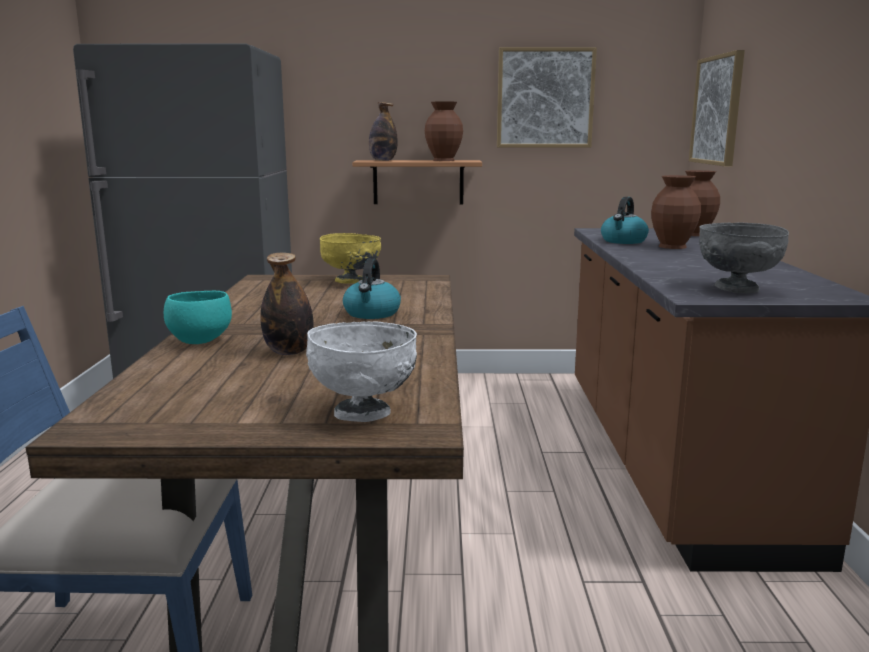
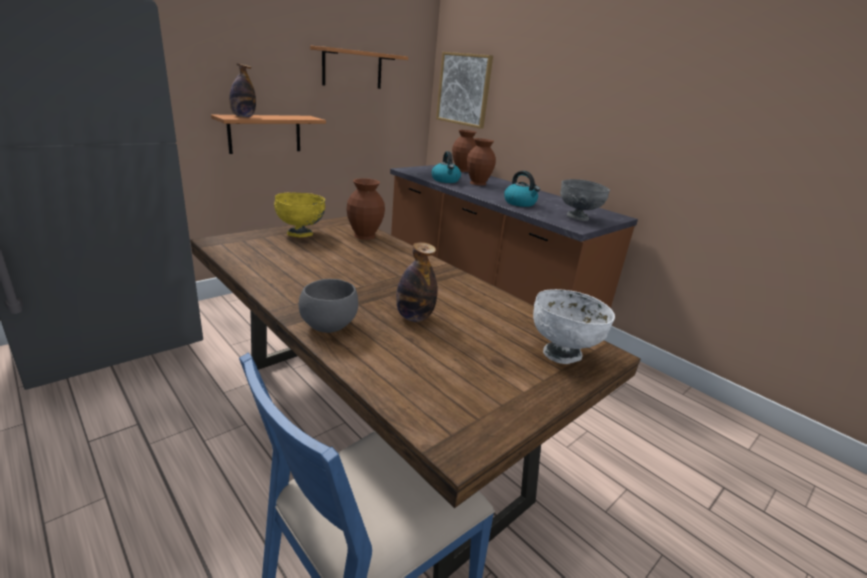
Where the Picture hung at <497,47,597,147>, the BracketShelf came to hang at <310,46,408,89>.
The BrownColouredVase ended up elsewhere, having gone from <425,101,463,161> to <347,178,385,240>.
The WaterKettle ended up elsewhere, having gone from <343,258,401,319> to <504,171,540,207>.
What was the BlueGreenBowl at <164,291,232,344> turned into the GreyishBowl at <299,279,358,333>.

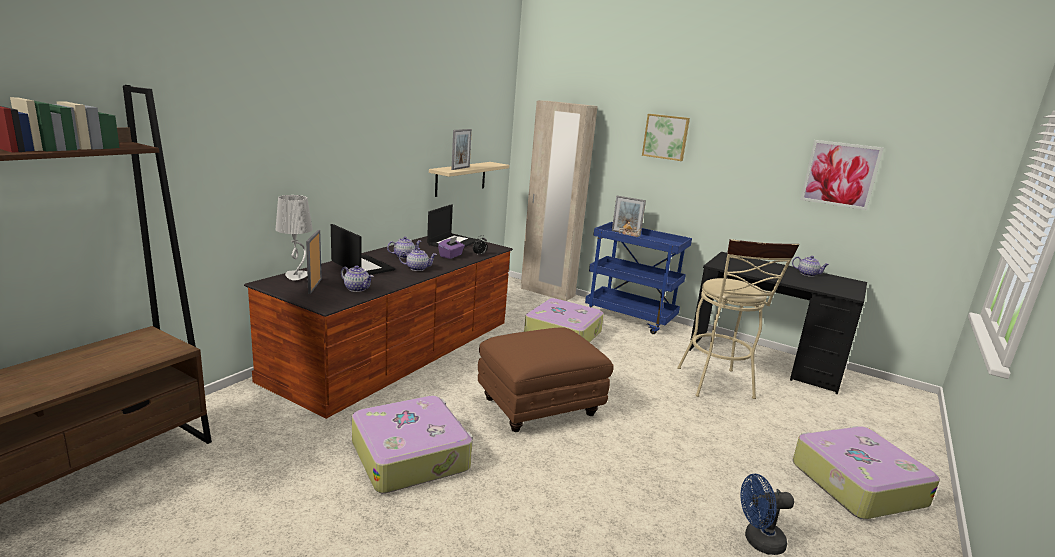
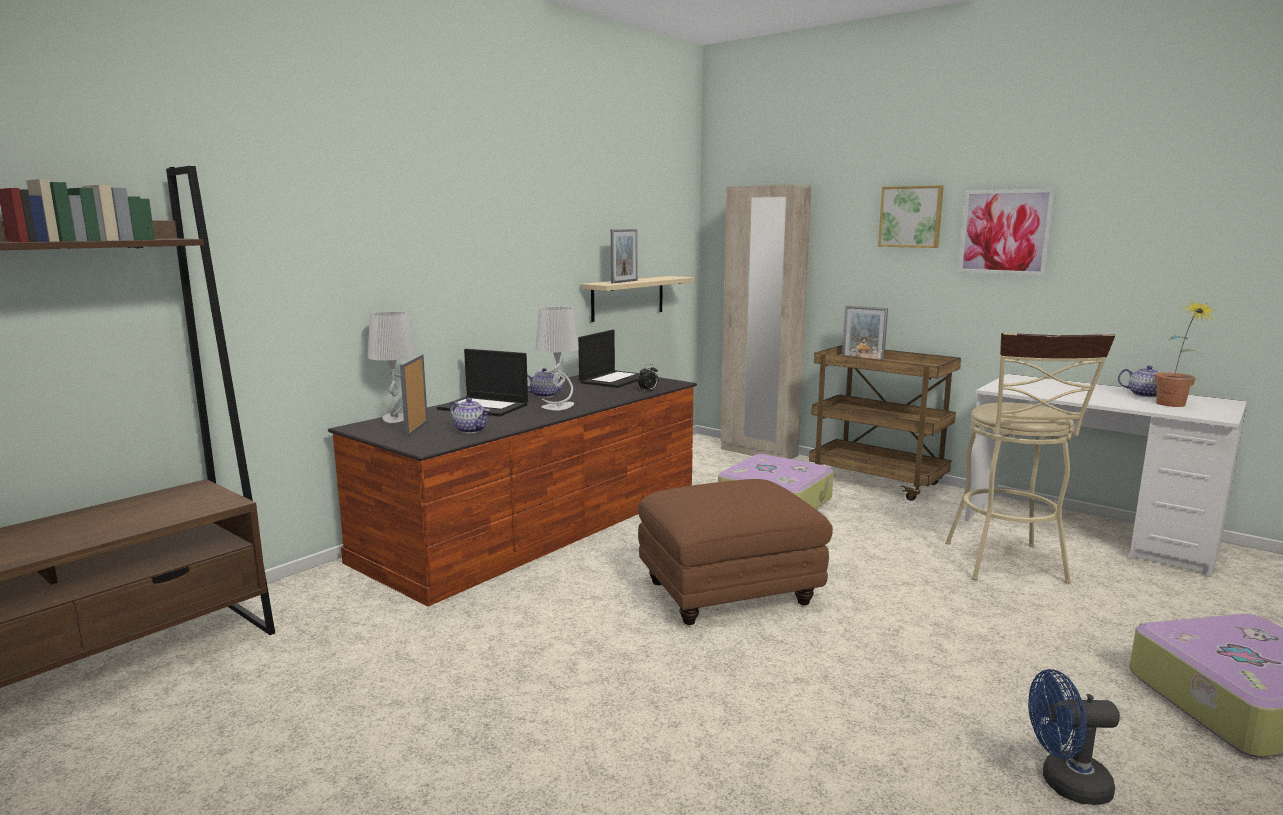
The Picture ended up elsewhere, having gone from <800,140,883,210> to <958,189,1055,276>.
What was the BlueColouredWheeledCart at <585,222,692,334> turned into the BrownColouredWheeledCart at <809,345,961,501>.
The NotebookComputer at <331,224,395,275> ended up facing another way, 150 degrees clockwise from before.
The second view lost the PurplishTissueHolder at <438,236,465,259>.
Where the Teapot stood at <399,248,437,271>, the GreyishLampForATable came to stand at <536,307,579,411>.
What was the BlackDeskTable at <689,252,867,394> turned into the WhiteDeskTable at <965,374,1247,577>.
The second view lost the Suitcase at <352,396,473,493>.
The second view gained the PlantInAPot at <1155,300,1217,407>.

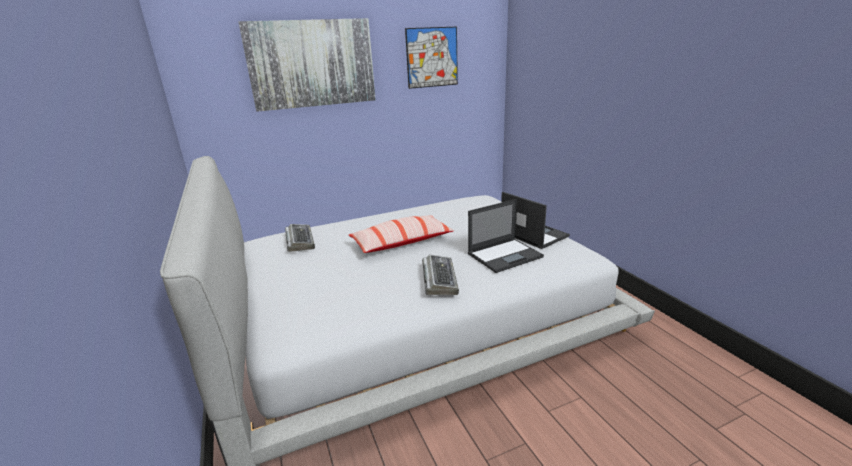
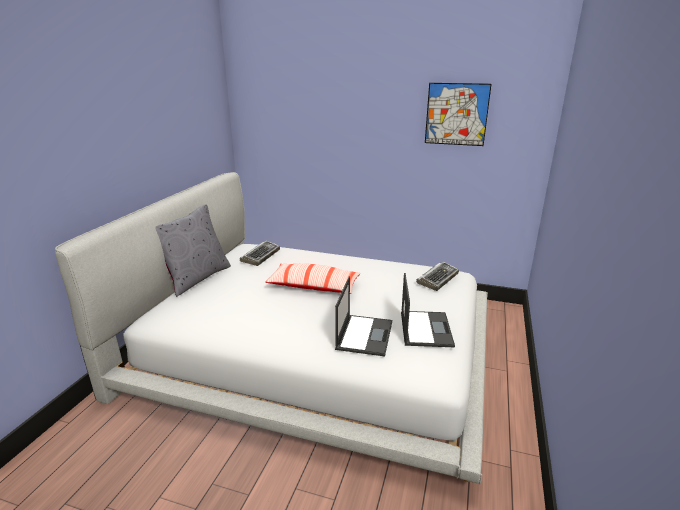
The second view lost the Picture at <238,18,376,112>.
The NotebookComputer at <468,199,544,273> ended up facing another way, 90 degrees counterclockwise from before.
The PcKeyboard ended up elsewhere, having gone from <422,254,459,295> to <416,262,459,291>.
The second view gained the GreyishCushion at <155,204,231,297>.

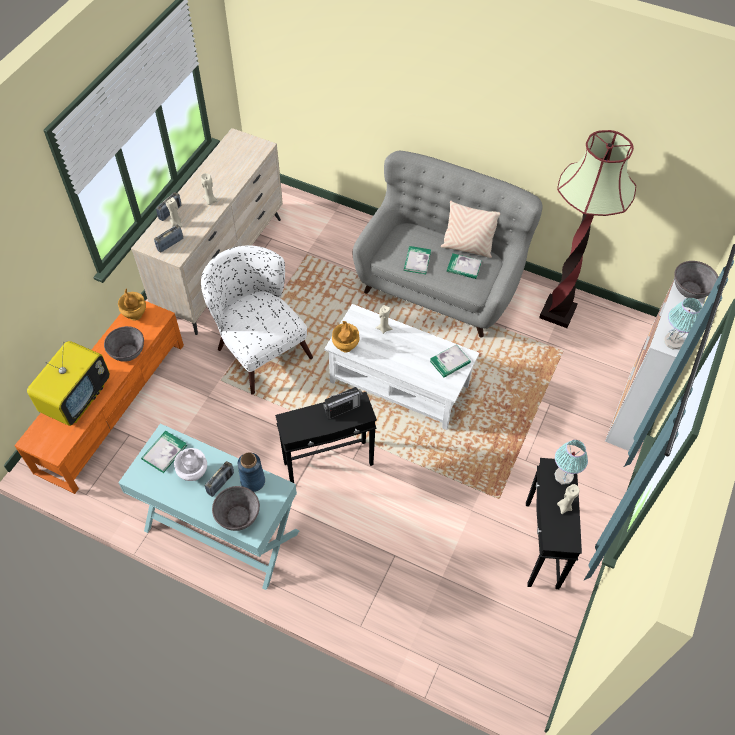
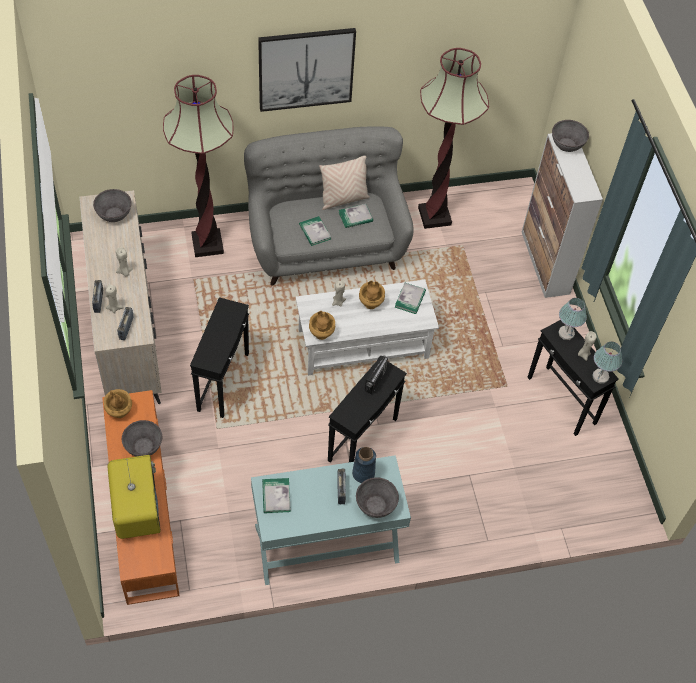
Where the WhiteLoungeChair stood at <201,245,313,395>, the BlackSideTable came to stand at <190,297,249,418>.
The LampForATable ended up elsewhere, having gone from <664,297,702,349> to <593,342,622,384>.
The second view lost the WhiteVase at <174,448,207,481>.
The second view gained the Picture at <258,28,356,112>.
The second view gained the StandardLamp at <163,75,233,257>.
The second view gained the GreyishBowl at <93,189,132,222>.
The second view gained the BrownColouredVase at <359,280,385,309>.

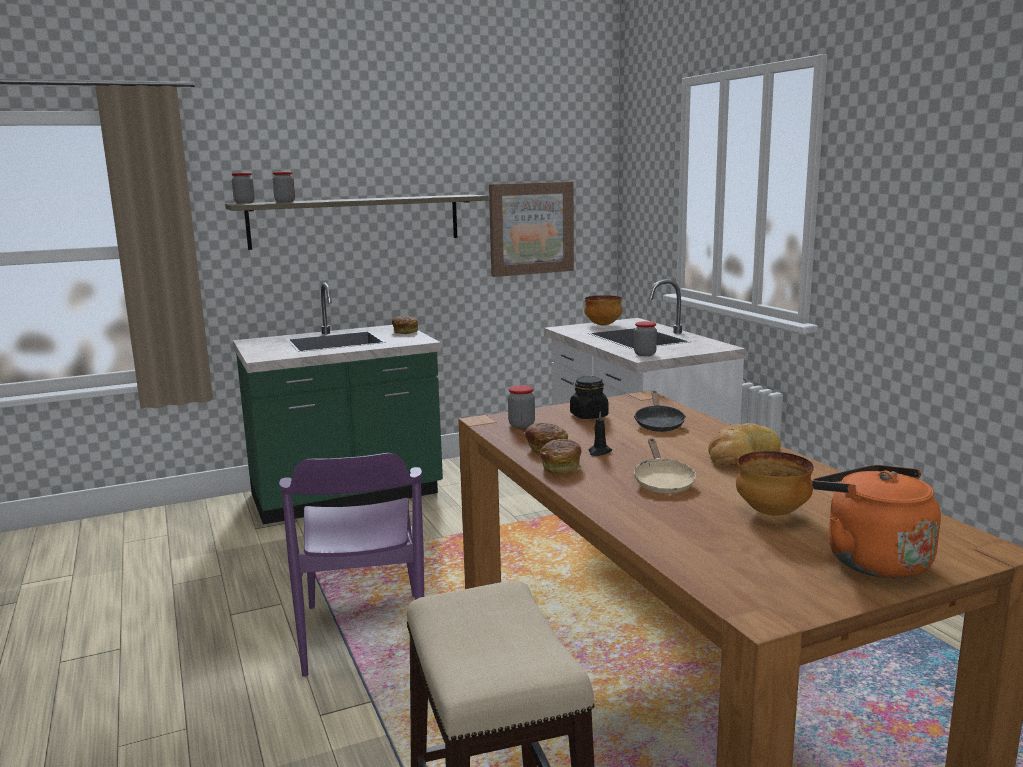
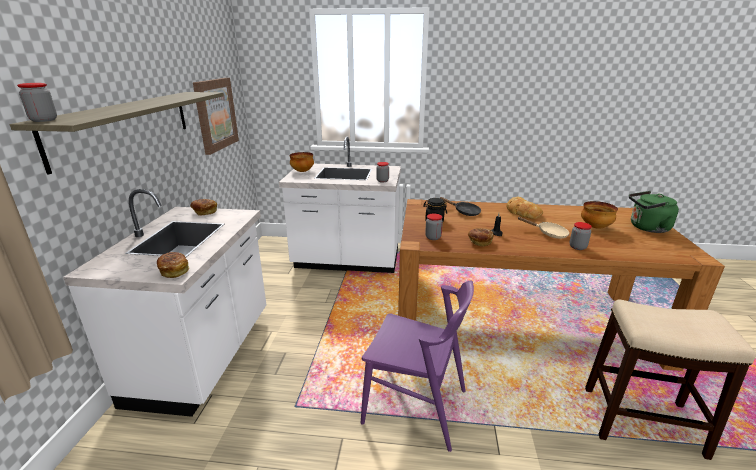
The PreserveJar ended up elsewhere, having gone from <273,172,295,202> to <570,222,592,250>.
What was the GreenColouredKitchenBaseUnit at <233,283,443,525> turned into the WhiteKitchenBaseUnit at <63,189,266,417>.
The BakeryBread ended up elsewhere, having gone from <540,439,582,473> to <157,252,190,278>.
What was the OrangeyWaterKettle at <812,465,941,579> turned into the GreenColouredWaterKettle at <629,191,679,233>.

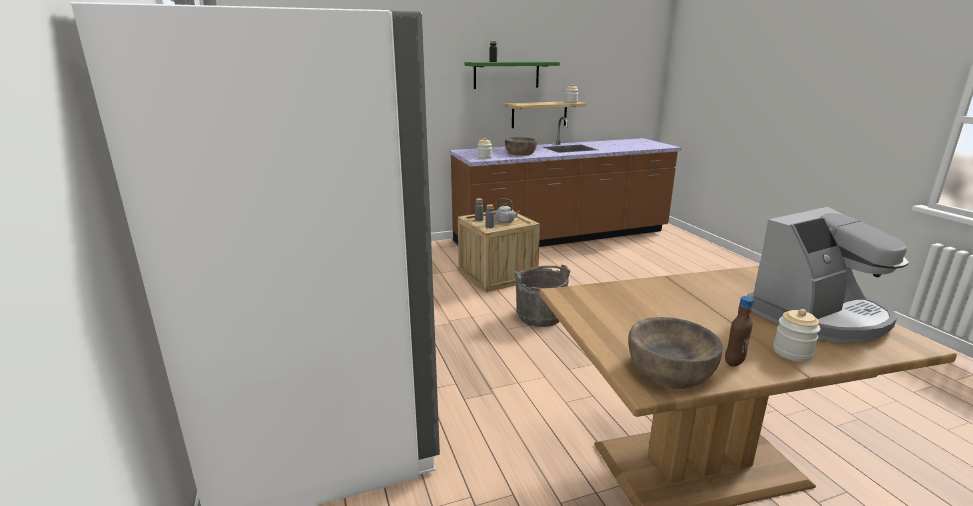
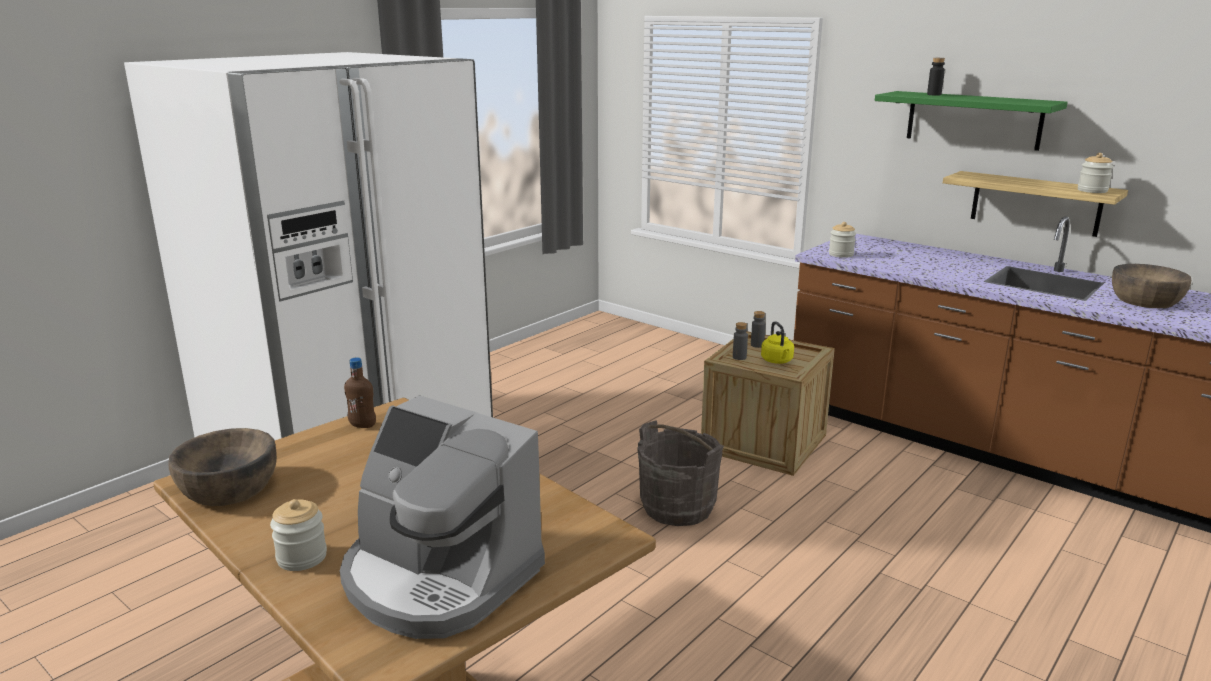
The BrownColouredBowl ended up elsewhere, having gone from <505,137,537,156> to <1112,264,1191,308>.
What was the GreyishWaterKettle at <495,198,520,223> turned into the YellowishWaterKettle at <761,321,794,364>.
The BrownColouredBottle ended up elsewhere, having gone from <725,296,753,367> to <344,357,376,428>.

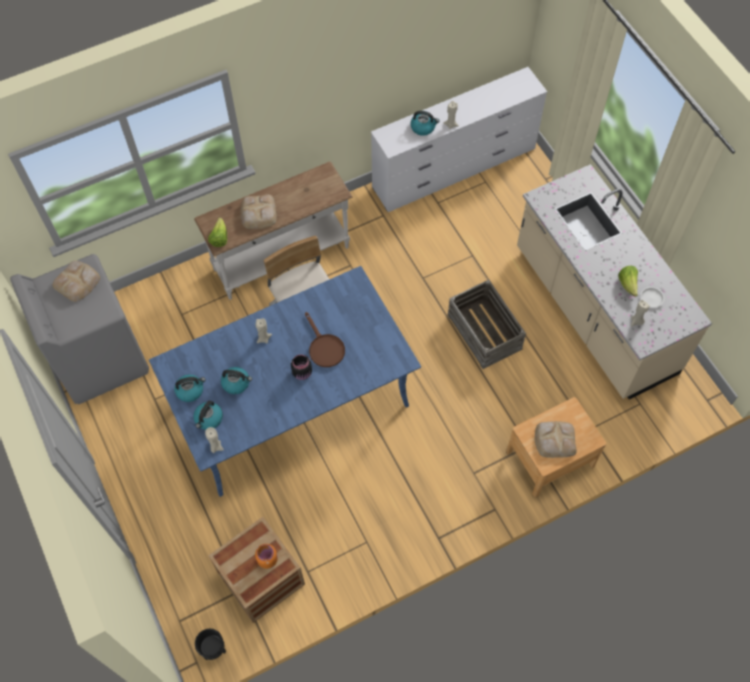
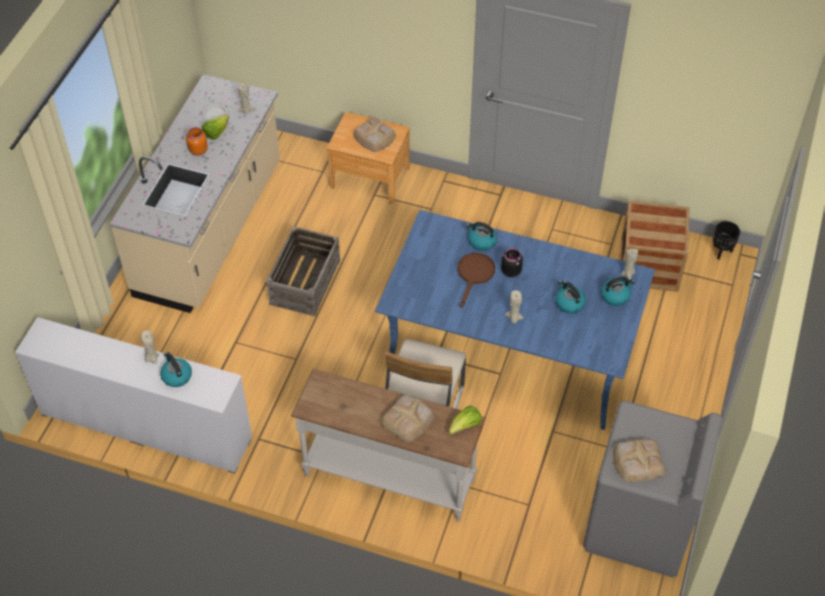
The WaterKettle ended up elsewhere, having gone from <174,375,206,402> to <466,222,497,251>.
The OrangeyPreserveJar ended up elsewhere, having gone from <255,544,278,569> to <186,127,208,156>.

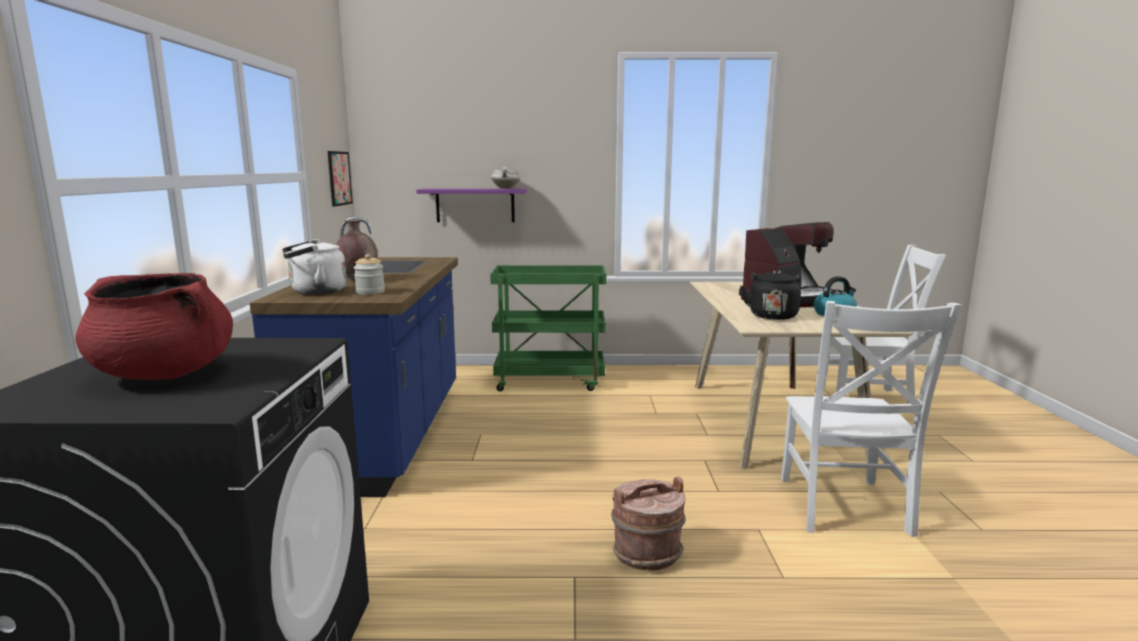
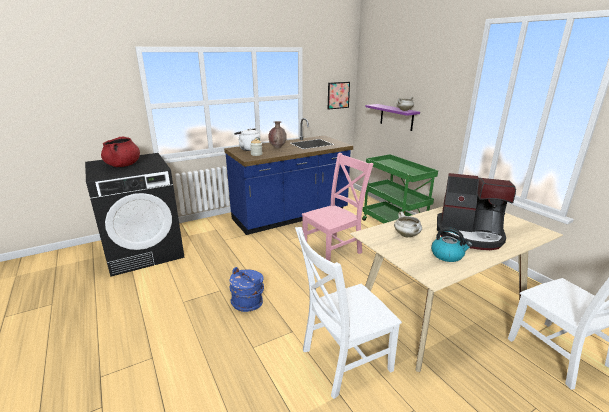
Where the BlackWaterKettle stood at <740,270,801,320>, the WhiteStockpot came to stand at <394,212,422,237>.
What was the BrownColouredWaterBucket at <611,476,686,570> turned into the BlueColouredWaterBucket at <229,267,264,312>.
The second view gained the PinkUprightChair at <302,153,373,261>.

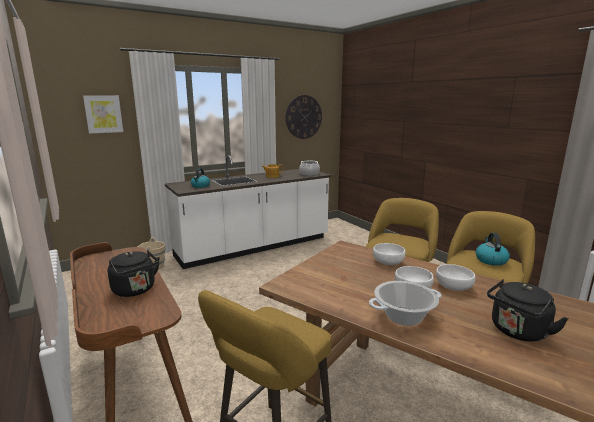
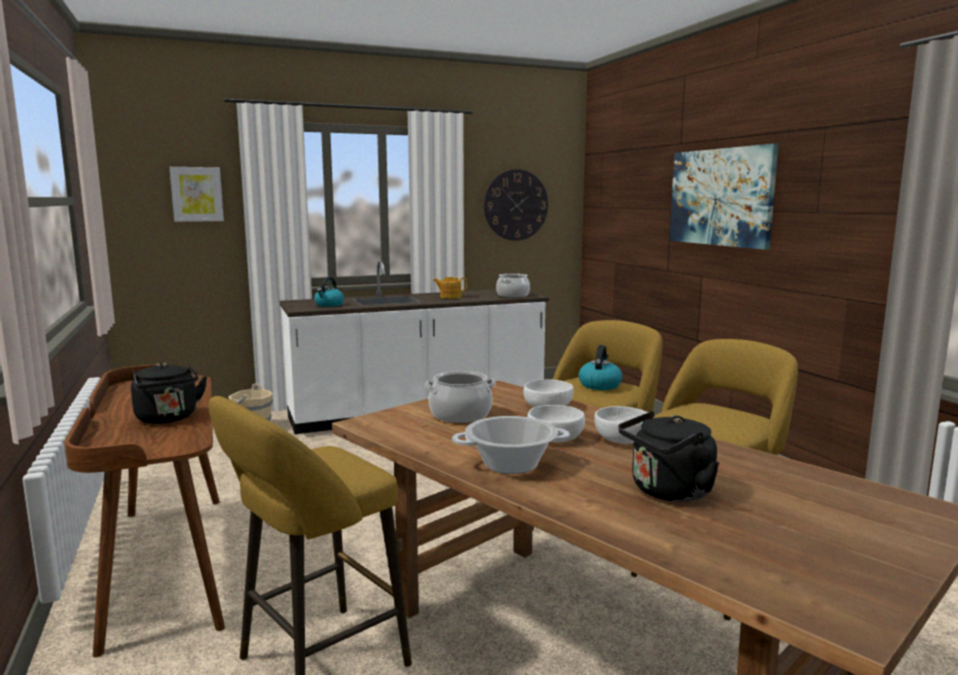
The WaterKettle ended up elsewhere, having gone from <475,233,510,266> to <579,345,622,390>.
The second view gained the Picture at <669,143,779,250>.
The second view gained the Stockpot at <425,371,496,423>.

